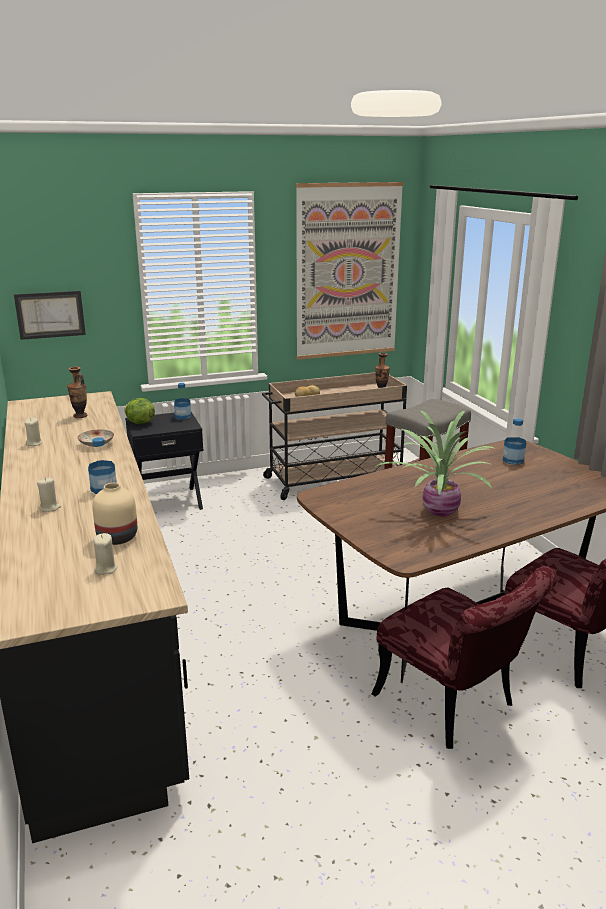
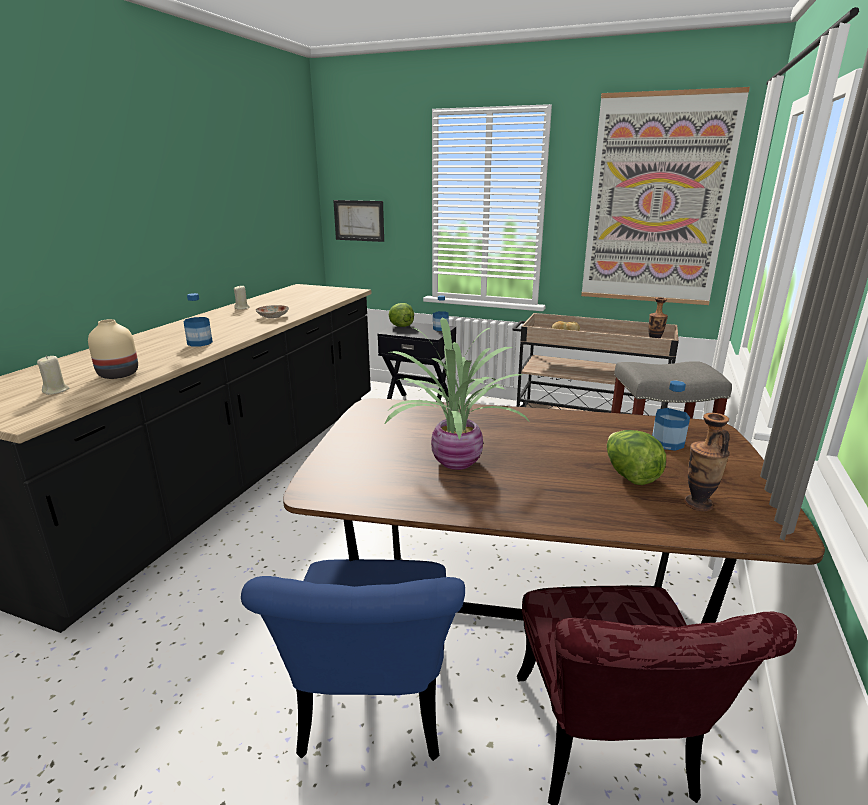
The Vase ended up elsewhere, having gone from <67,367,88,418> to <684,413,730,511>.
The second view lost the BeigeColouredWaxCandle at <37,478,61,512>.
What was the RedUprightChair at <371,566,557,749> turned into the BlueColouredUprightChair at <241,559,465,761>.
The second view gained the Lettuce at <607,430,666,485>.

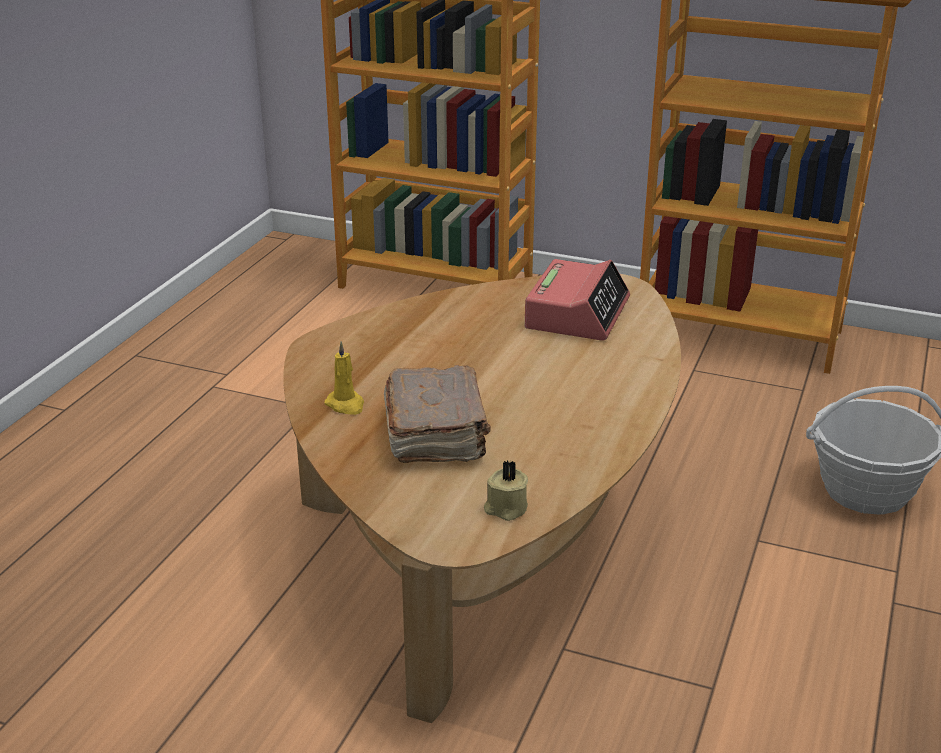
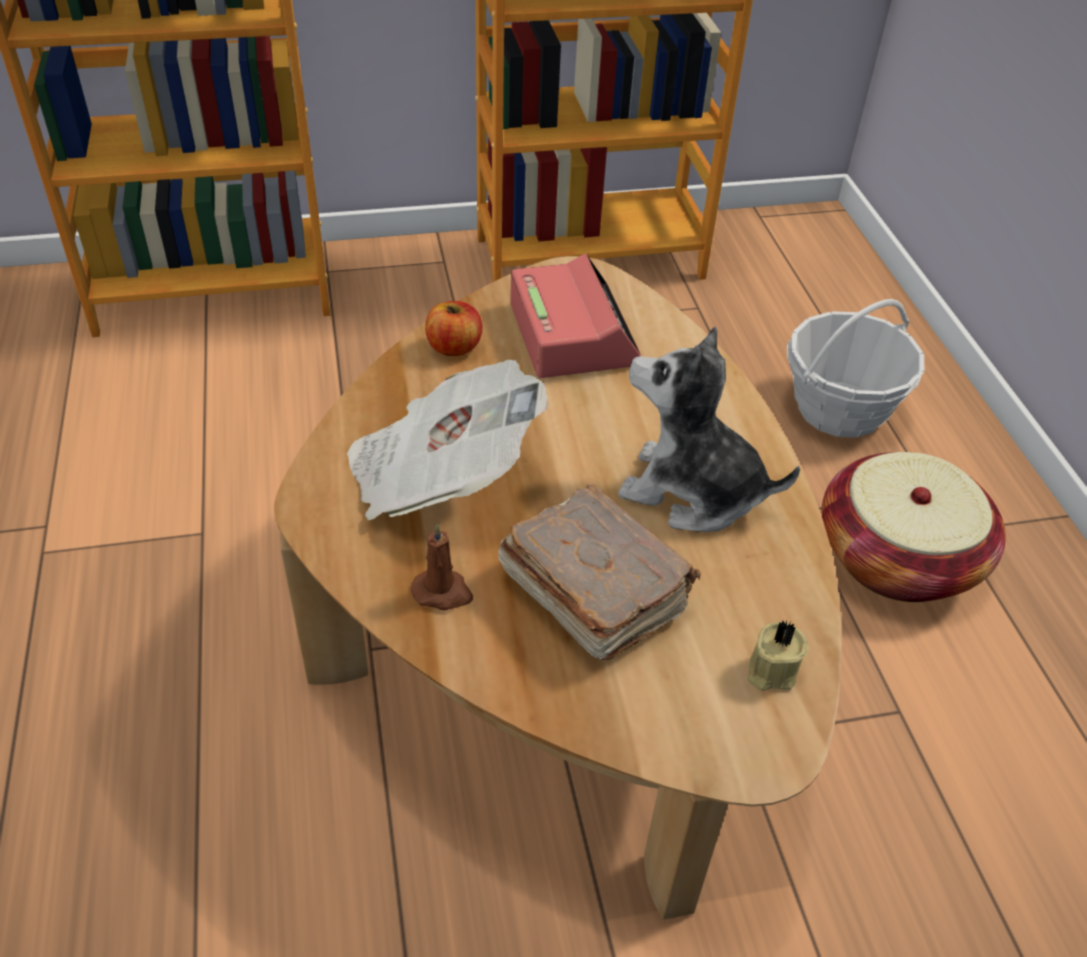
What was the YellowishWaxCandle at <324,342,364,415> turned into the BrownColouredWaxCandle at <411,523,473,610>.
The second view gained the Apple at <425,301,482,356>.
The second view gained the SoftToy at <618,326,800,532>.
The second view gained the Newspaper at <347,360,548,520>.
The second view gained the StorageBasket at <822,452,1006,602>.

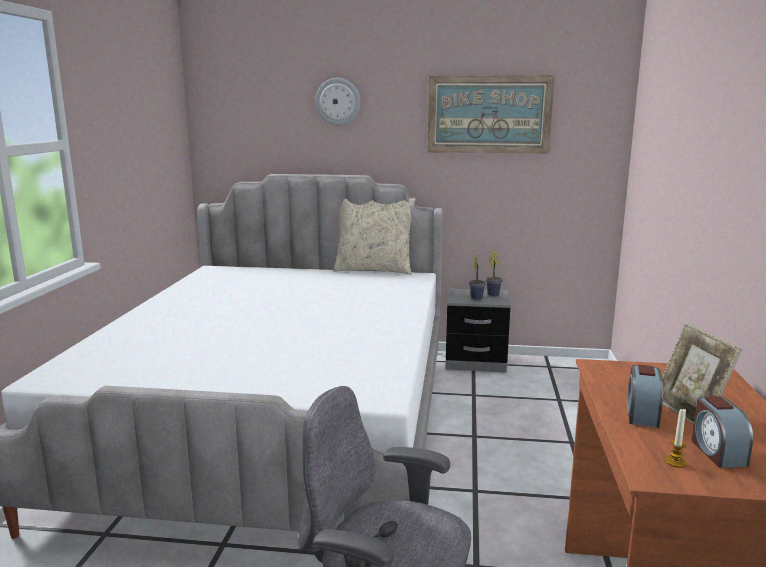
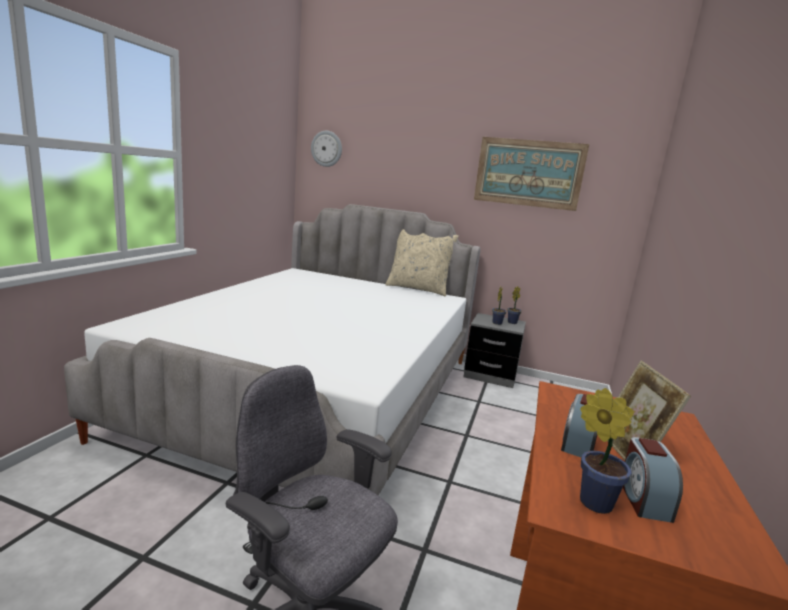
The HangingClock ended up elsewhere, having gone from <315,78,361,125> to <311,131,342,167>.
Where the WaxCandle stood at <665,409,687,468>, the PlantInAPot came to stand at <580,388,634,514>.

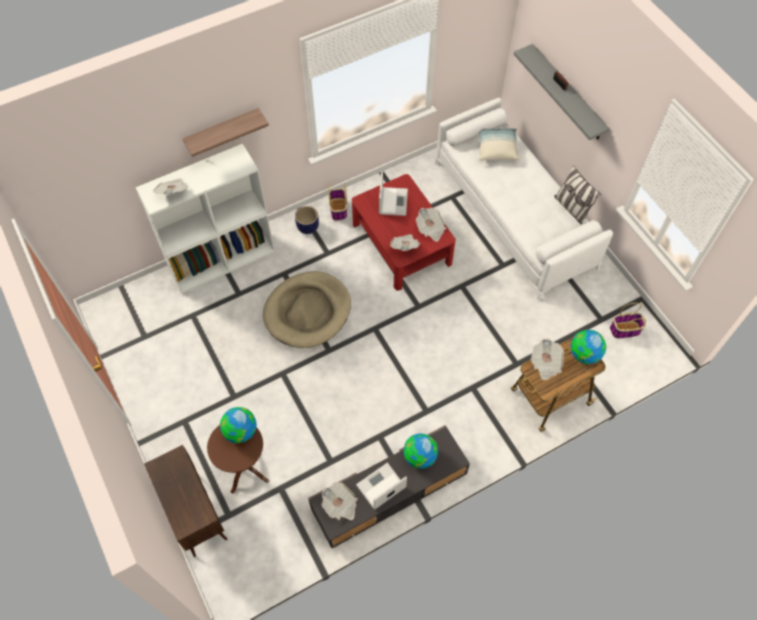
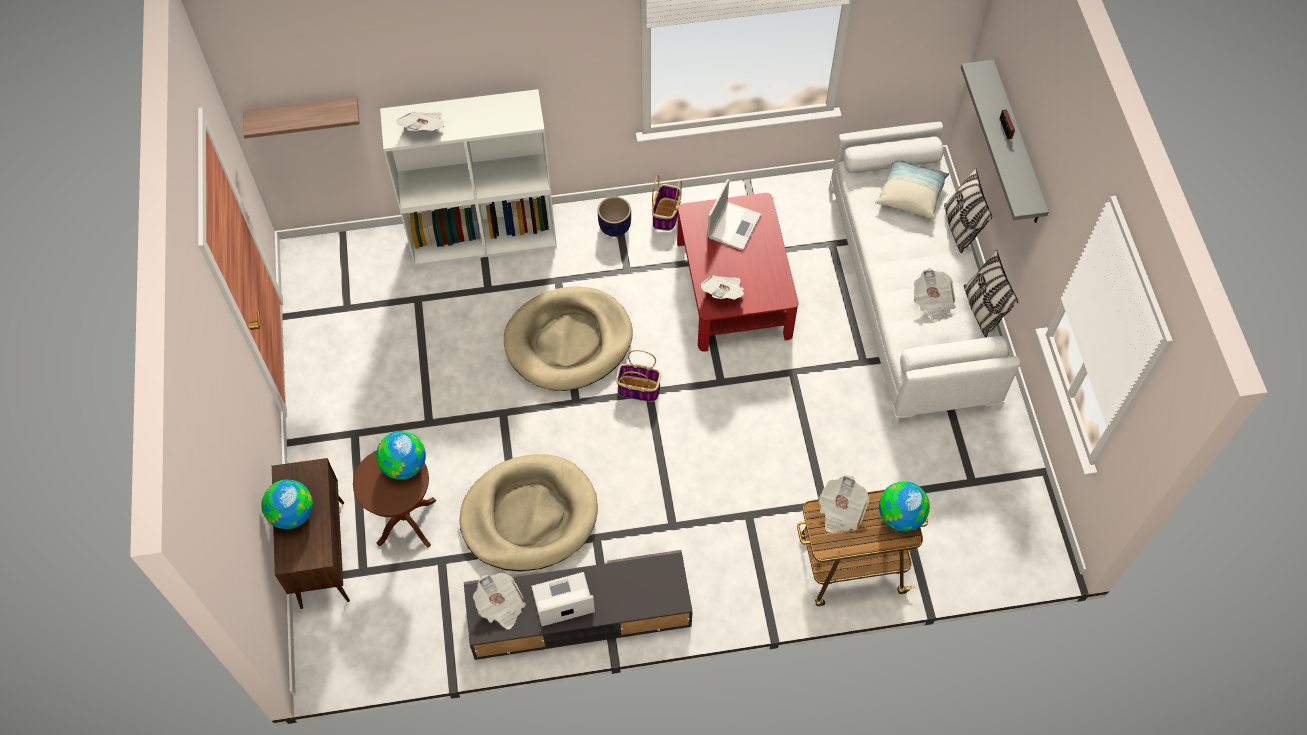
The BracketShelf ended up elsewhere, having gone from <182,108,269,157> to <243,97,360,138>.
The Newspaper ended up elsewhere, having gone from <416,208,446,242> to <914,268,956,322>.
The StorageBasket ended up elsewhere, having gone from <610,303,646,338> to <616,350,661,402>.
The Globe ended up elsewhere, having gone from <404,434,438,469> to <261,480,313,529>.
The second view gained the Cushion at <944,168,992,253>.
The second view gained the BeigeColouredPetBed at <459,454,598,571>.

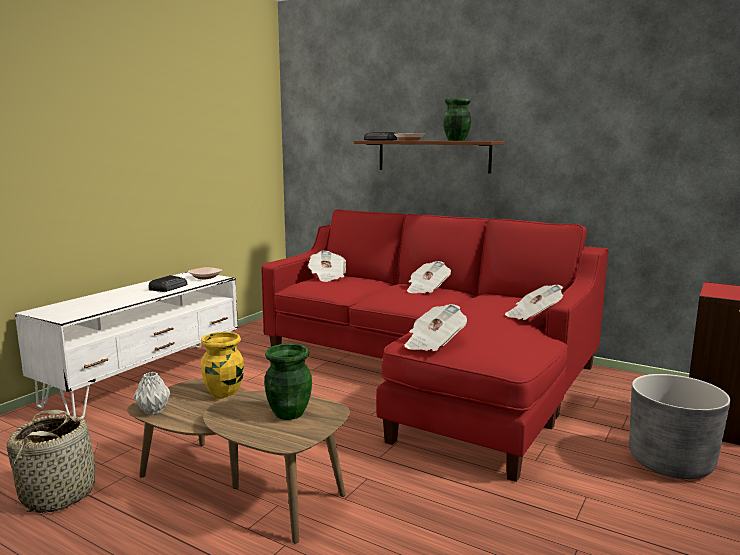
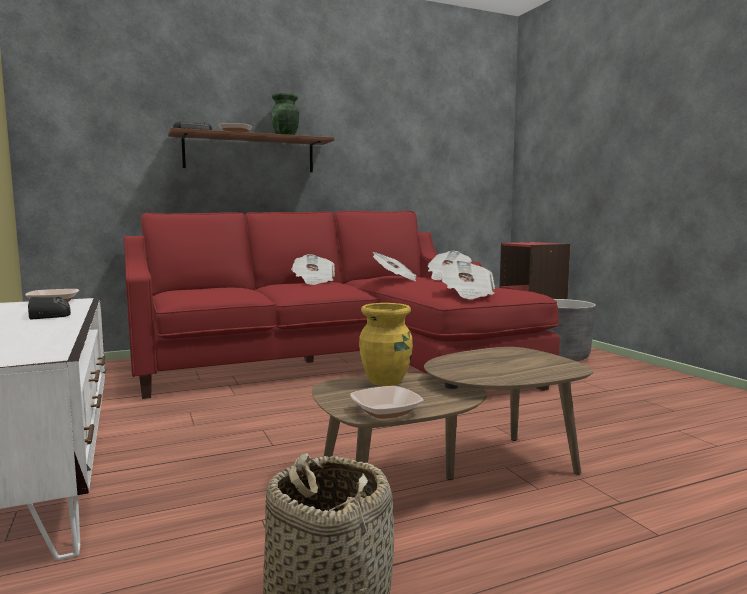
The Newspaper ended up elsewhere, having gone from <308,251,346,282> to <373,252,417,281>.
The second view lost the GreenColouredVase at <264,344,312,420>.
Where the GreyishVase stood at <133,372,170,415>, the Bowl came to stand at <350,386,423,419>.

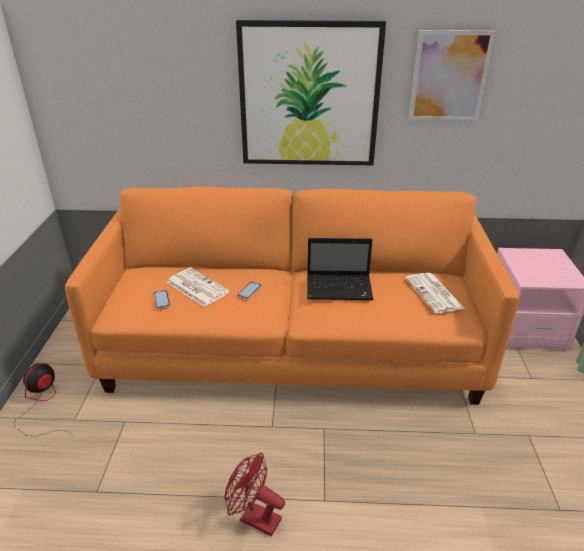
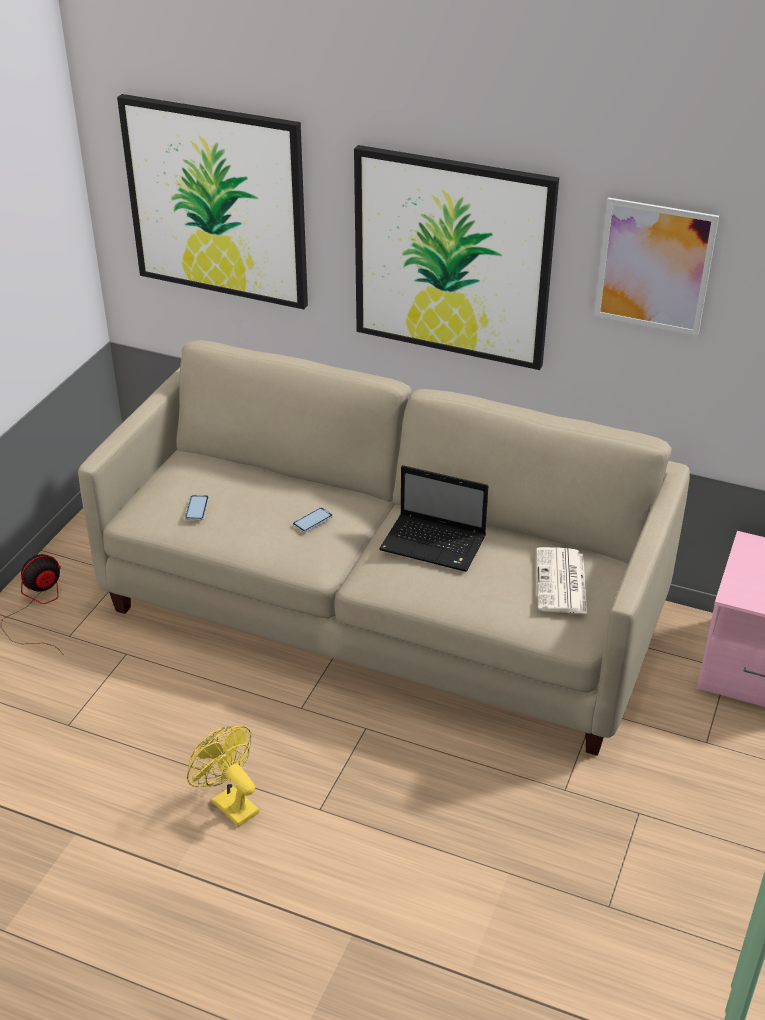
What was the OrangeySettee at <65,187,519,405> turned into the BeigeColouredSettee at <78,340,690,756>.
The second view lost the Newspaper at <166,268,230,307>.
What was the RedElectricFan at <224,453,285,536> turned into the YellowishElectricFan at <187,726,259,827>.
The second view gained the Picture at <117,94,308,309>.

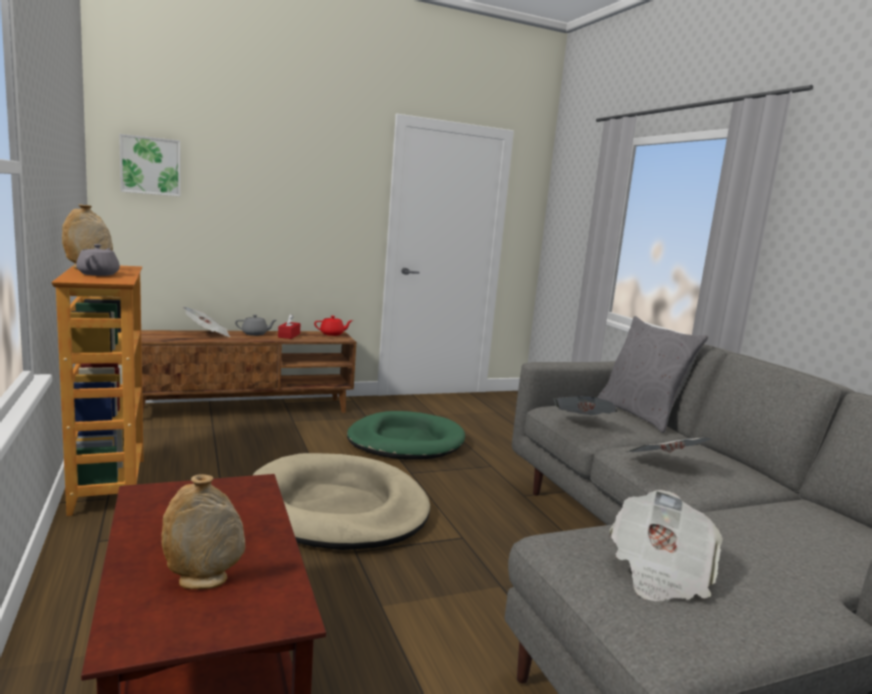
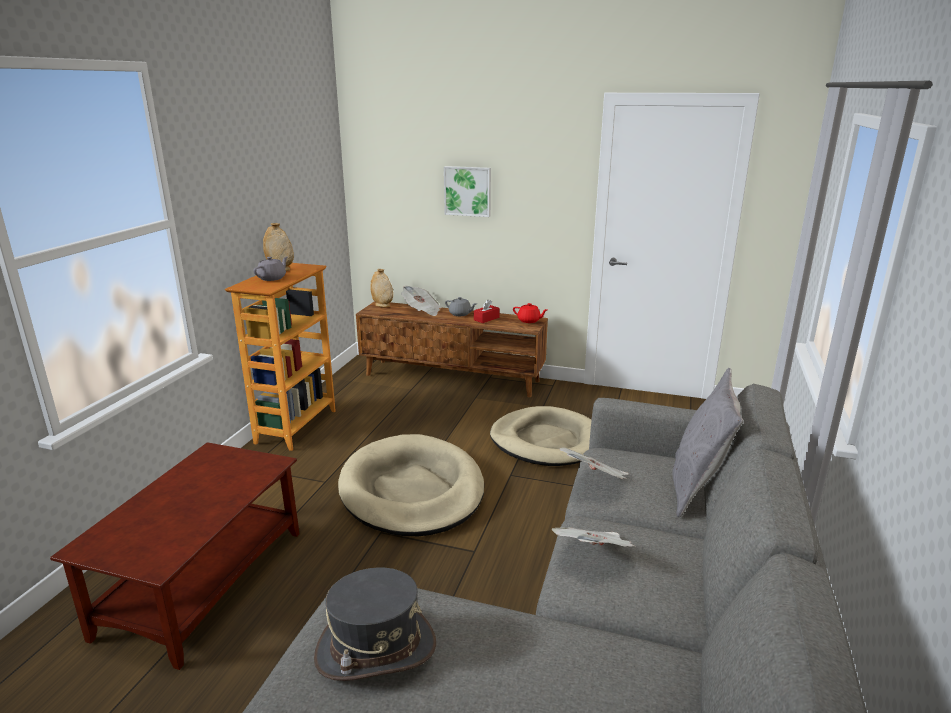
The Picture ended up elsewhere, having gone from <119,134,181,196> to <444,166,491,217>.
What was the GreenColouredPetBed at <347,411,465,460> turned into the BeigeColouredPetBed at <490,406,592,466>.
The BeigeColouredVase ended up elsewhere, having gone from <162,474,245,589> to <370,269,393,308>.
Where the Newspaper stood at <610,490,723,601>, the GreyishWearableHat came to stand at <314,567,436,681>.

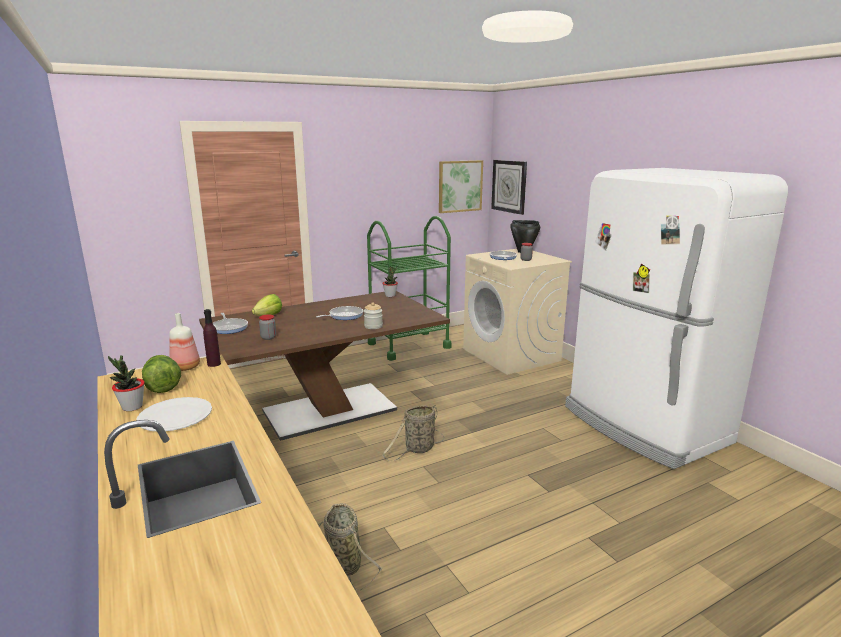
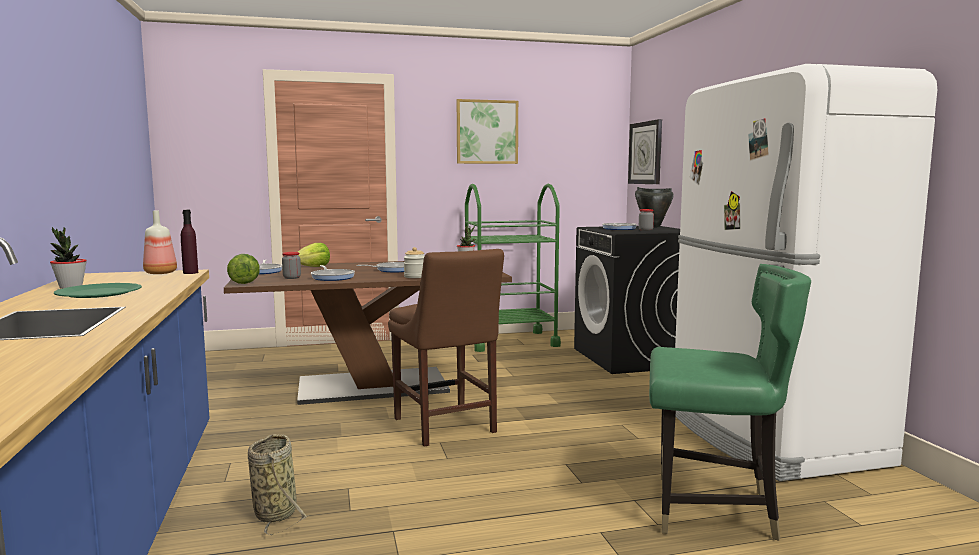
The Picture ended up elsewhere, having gone from <439,160,483,213> to <457,99,518,164>.
What was the BeigeColouredLaundryMachine at <463,249,572,375> turned into the BlackLaundryMachine at <574,226,680,374>.
The Lettuce ended up elsewhere, having gone from <142,355,181,393> to <227,254,260,284>.
What was the WhitePlate at <136,397,212,431> turned into the GreenColouredPlate at <54,283,142,298>.
Where the StorageBasket stood at <382,405,445,461>, the BrownColouredUprightChair came to stand at <388,249,504,447>.
The second view gained the GreenColouredUprightChair at <649,264,811,541>.
The second view gained the Pan at <311,265,355,281>.

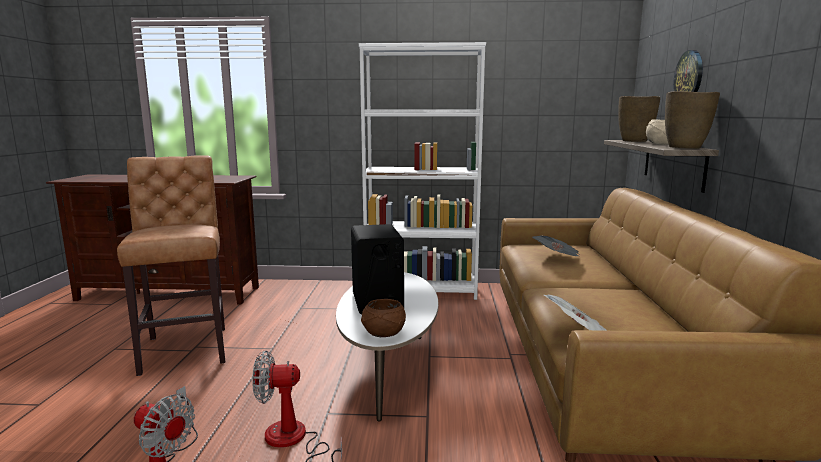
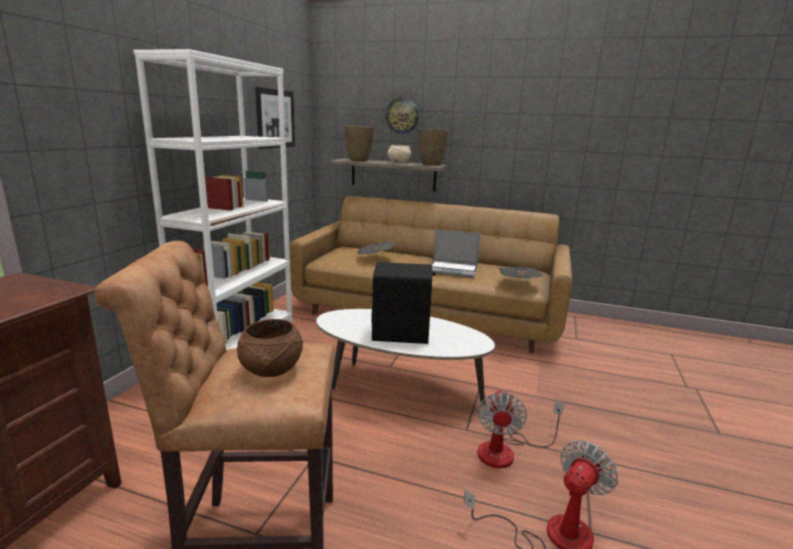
The BrownColouredBowl ended up elsewhere, having gone from <361,299,406,337> to <237,319,303,377>.
The second view gained the Picture at <255,87,295,149>.
The second view gained the NotebookComputer at <431,229,481,278>.

